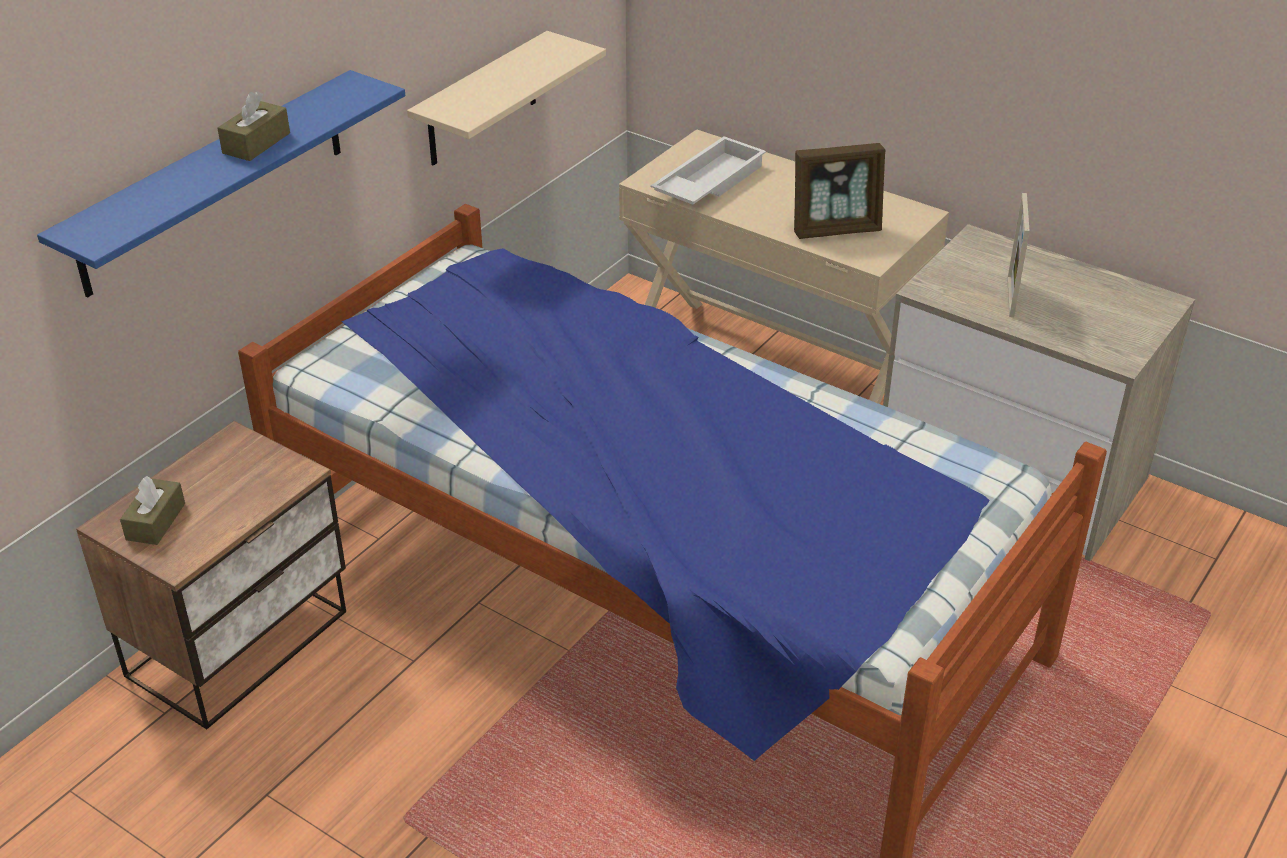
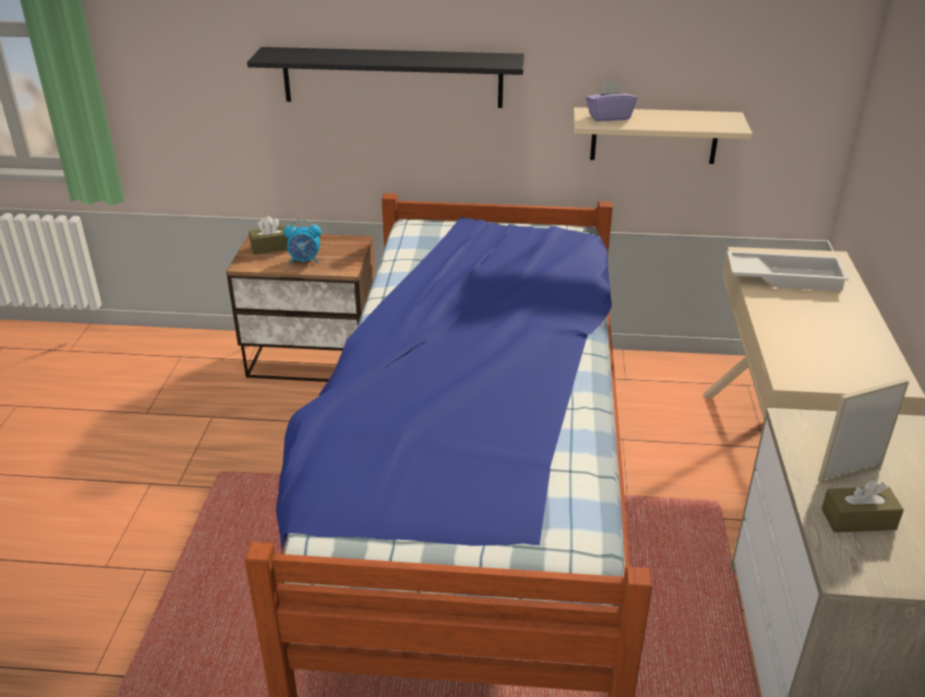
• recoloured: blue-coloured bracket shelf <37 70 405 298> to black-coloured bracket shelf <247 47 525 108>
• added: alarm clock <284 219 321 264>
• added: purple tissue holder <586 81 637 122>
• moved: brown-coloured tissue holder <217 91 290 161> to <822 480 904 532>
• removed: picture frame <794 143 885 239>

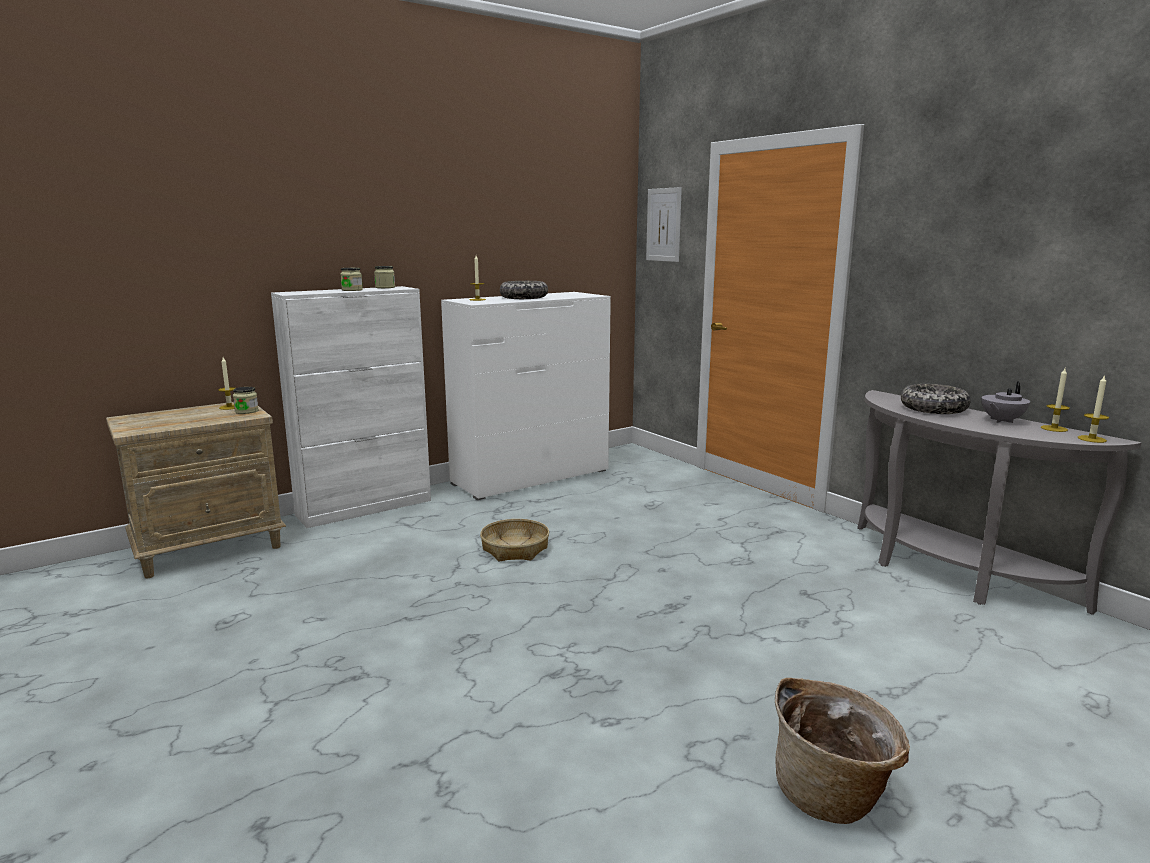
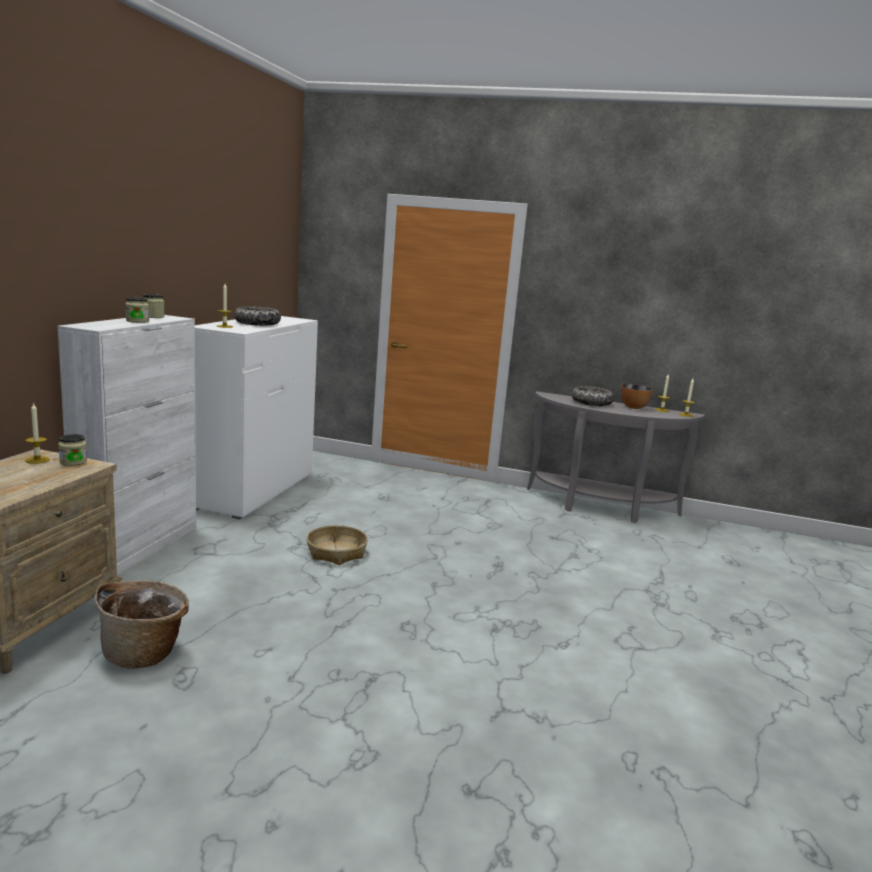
• moved: household basket <775 678 910 824> to <95 580 189 669>
• replaced: grey tea pot <981 382 1030 423> to bowl <621 384 653 409>
• removed: wall art <646 187 682 262>

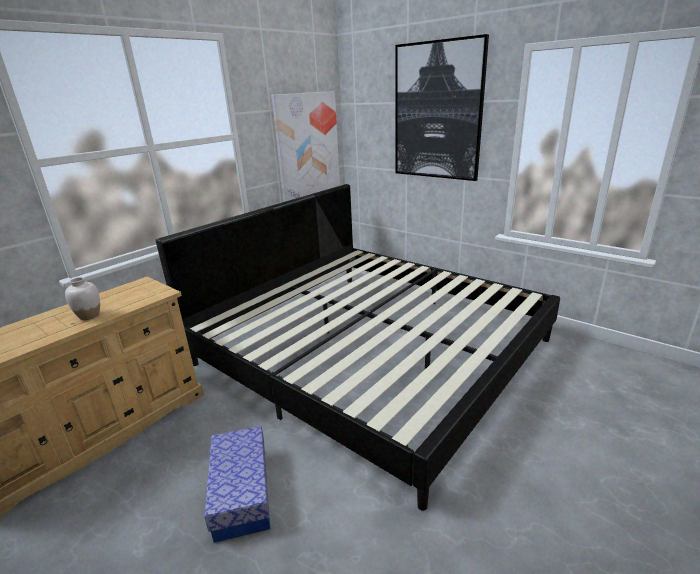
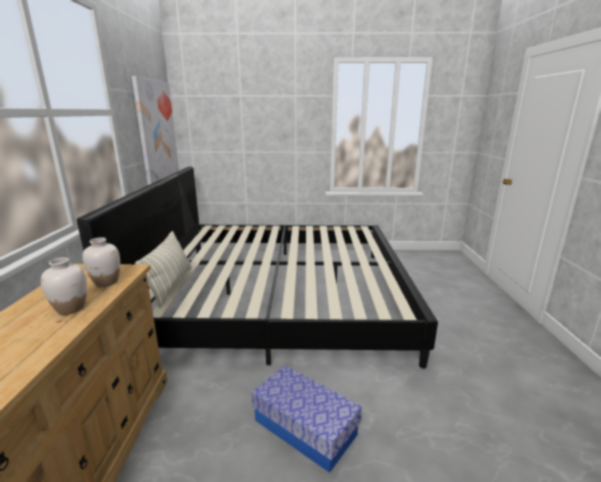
• added: whitish decorative vase <82 237 120 287>
• added: pillow <135 231 192 308>
• removed: wall art <395 34 489 181>

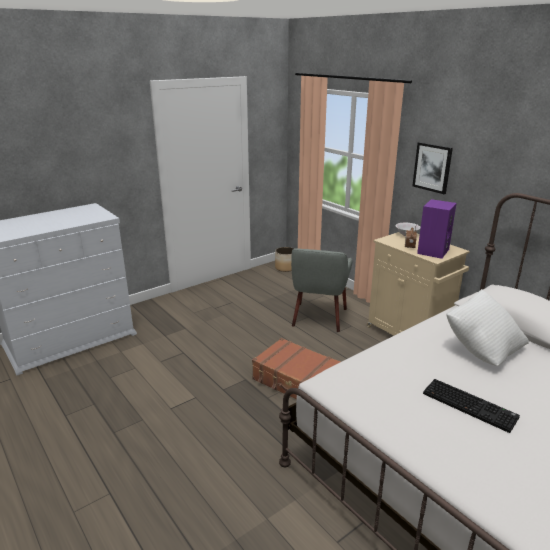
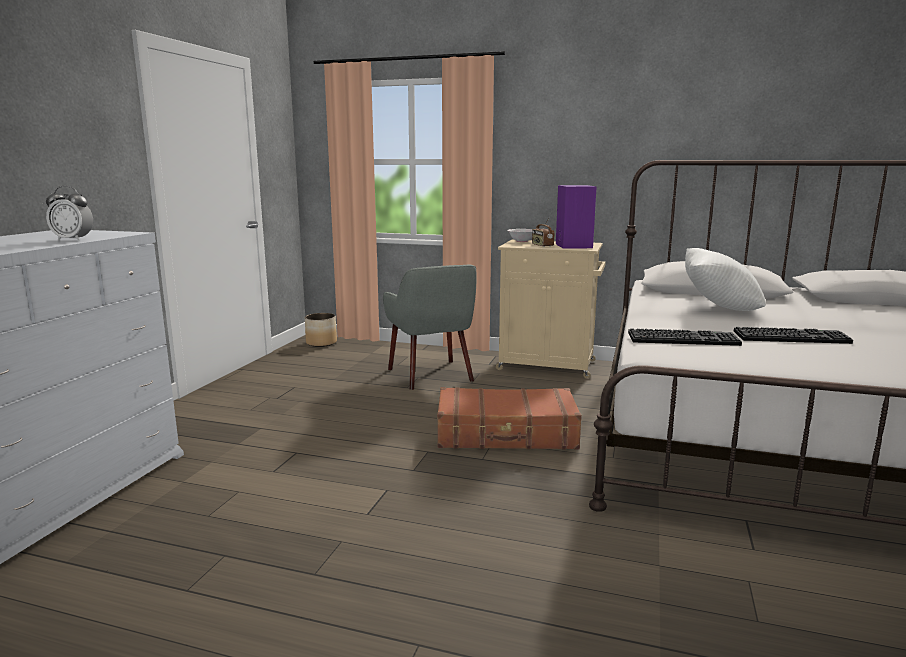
• added: alarm clock <46 186 93 241>
• added: keyboard <628 328 742 346>
• removed: wall art <412 142 453 194>

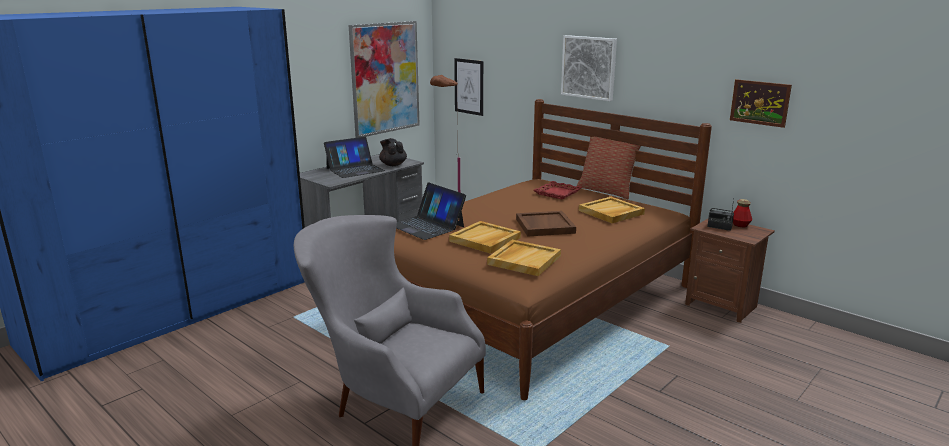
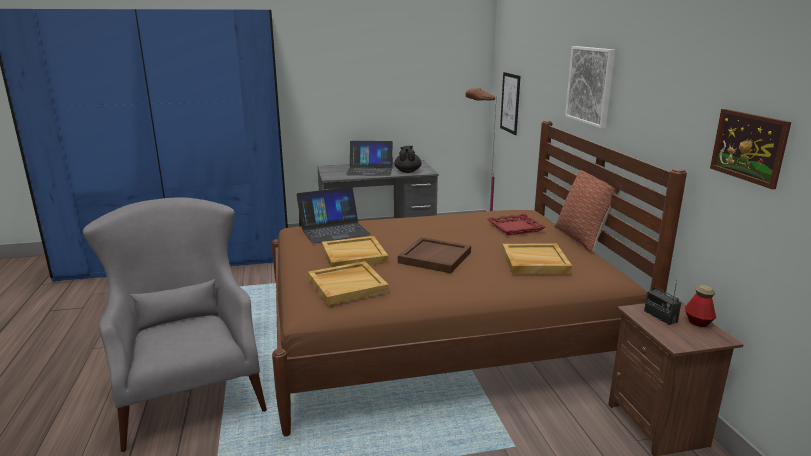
• turned: portable computer <396 182 466 240> = <296 187 371 243> 105 degrees counterclockwise
• removed: wall art <349 21 420 138>

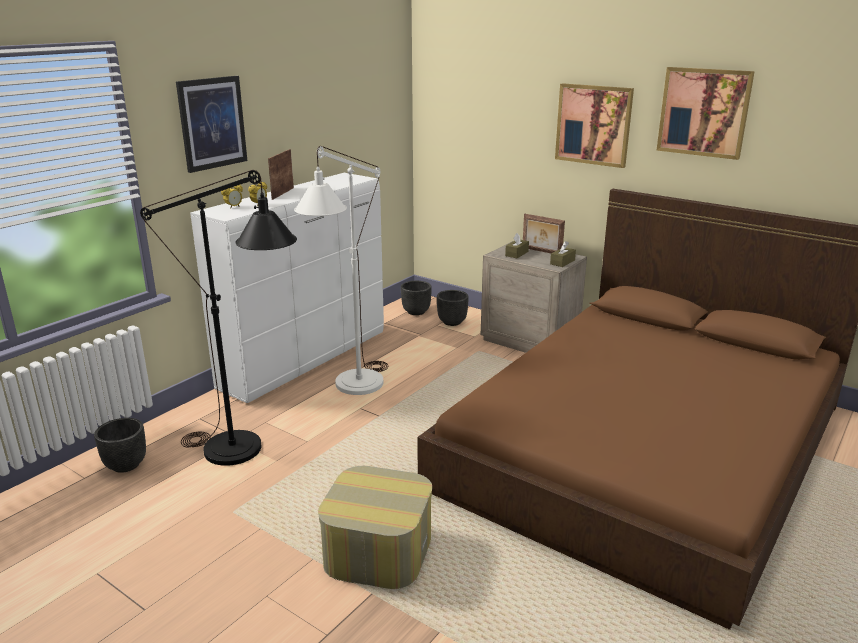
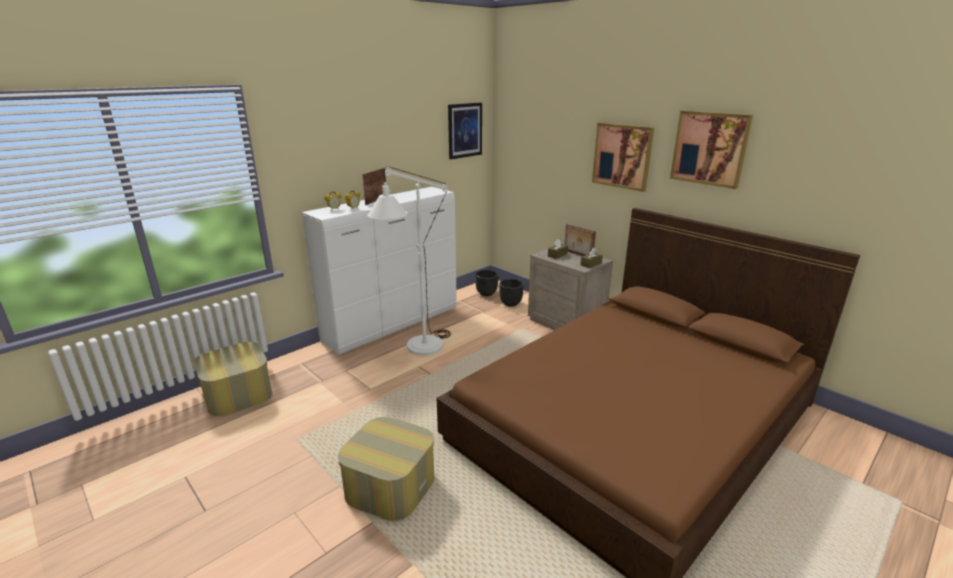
• replaced: black-coloured plant pot <94 418 146 473> to footrest <194 342 273 416>
• moved: wall art <176 76 247 173> to <448 102 482 159>
• removed: black-coloured floor lamp <140 170 297 466>

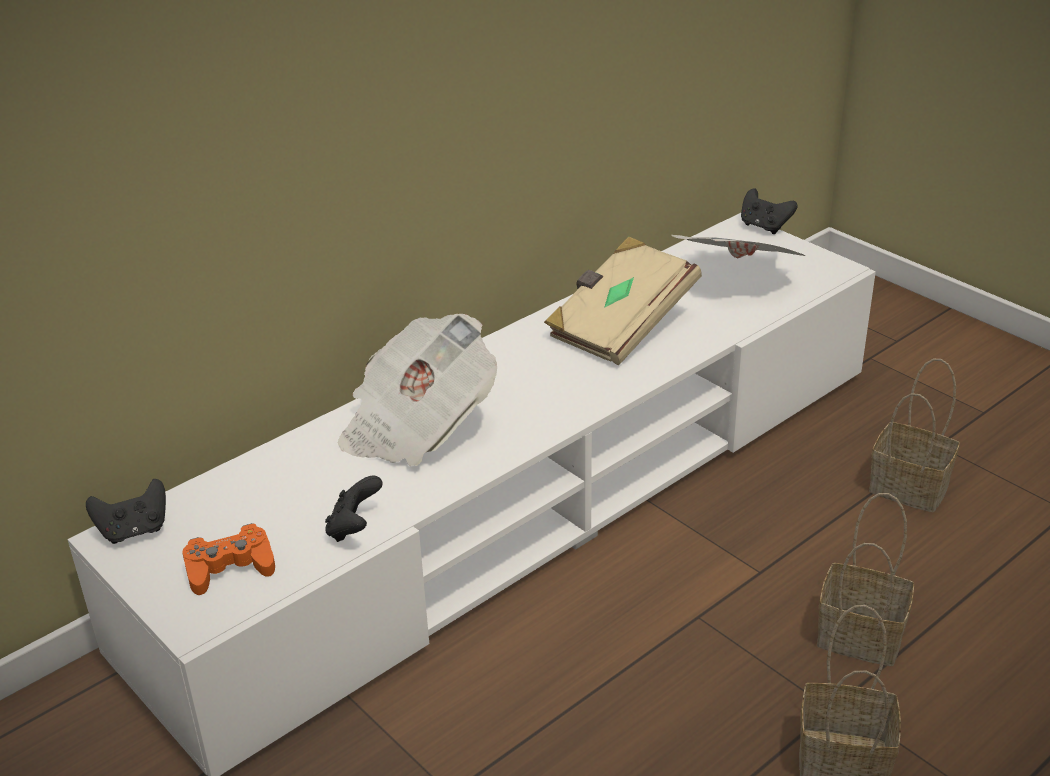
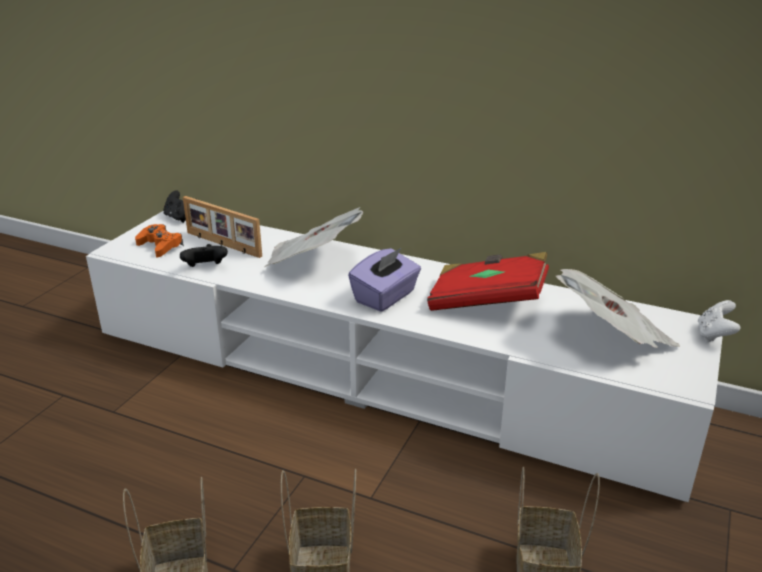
• added: picture frame <183 196 262 258>
• added: purple tissue holder <348 248 421 312>
• recoloured: sand-coloured book <544 237 702 366> to red-coloured book <427 252 549 311>
• recoloured: black-coloured game controller <741 188 798 234> to whitish game controller <698 300 740 342>

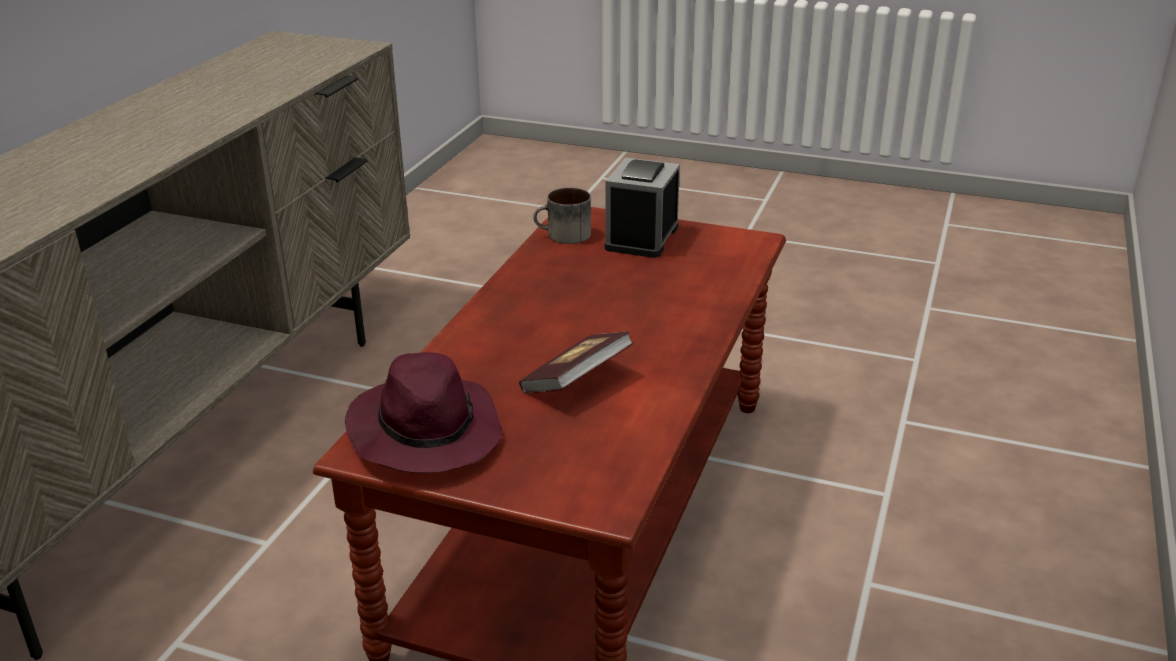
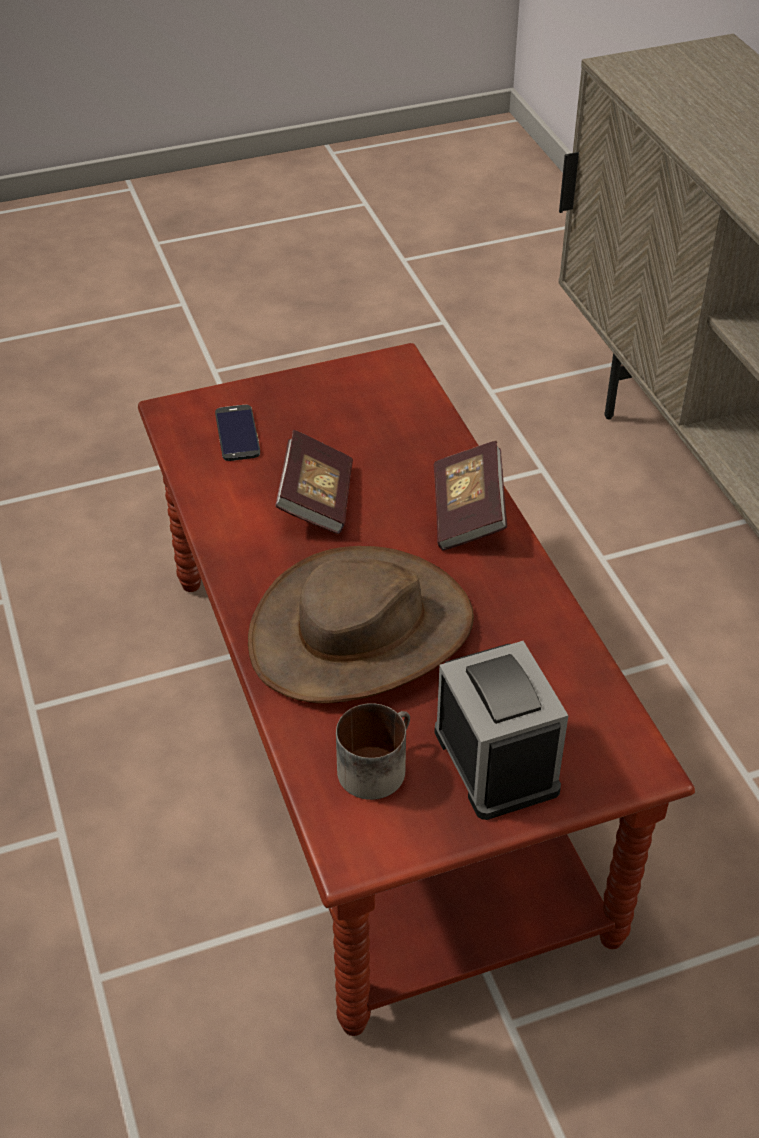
• added: phone <215 405 260 461>
• added: brown-coloured wearable hat <248 546 474 703>
• moved: tea mug <533 188 591 244> to <336 703 410 800>
• added: book <433 441 507 550>
• removed: purple wearable hat <345 352 503 473>

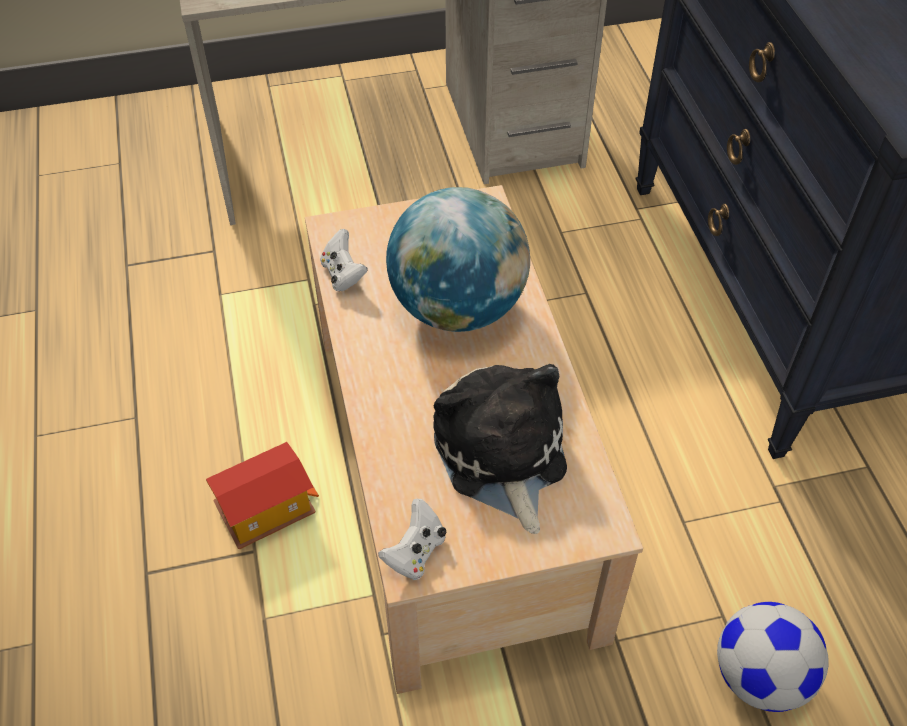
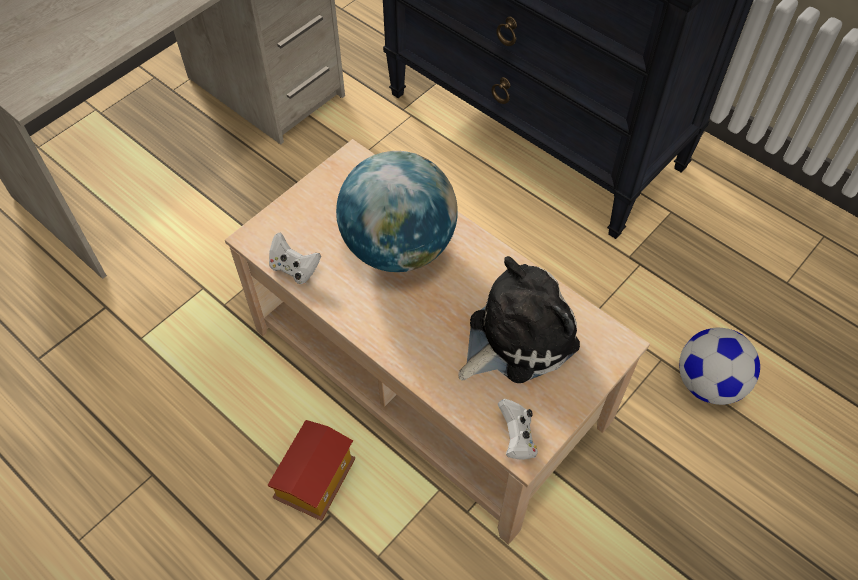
• turned: plush toy <433 364 567 534> = <458 256 580 383> 105 degrees clockwise

